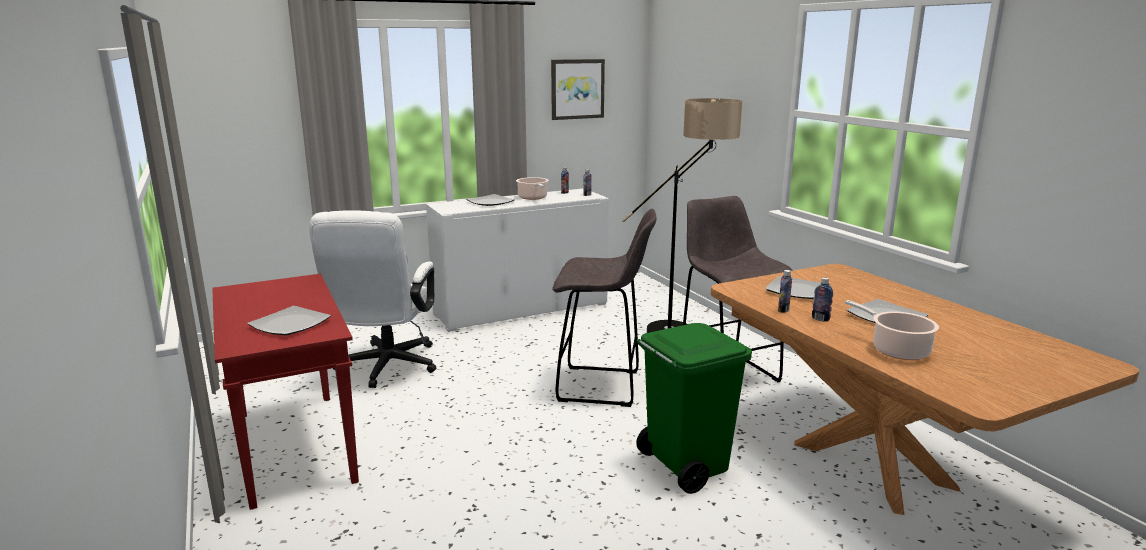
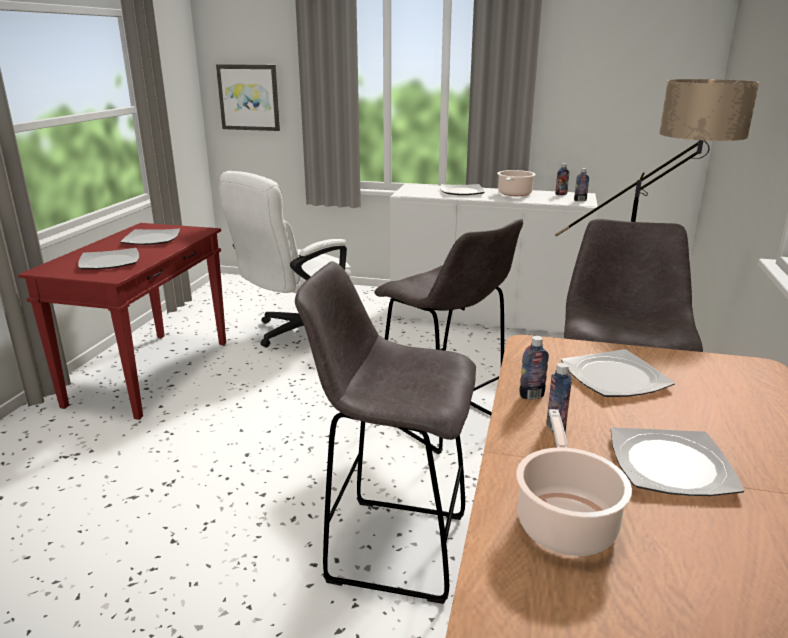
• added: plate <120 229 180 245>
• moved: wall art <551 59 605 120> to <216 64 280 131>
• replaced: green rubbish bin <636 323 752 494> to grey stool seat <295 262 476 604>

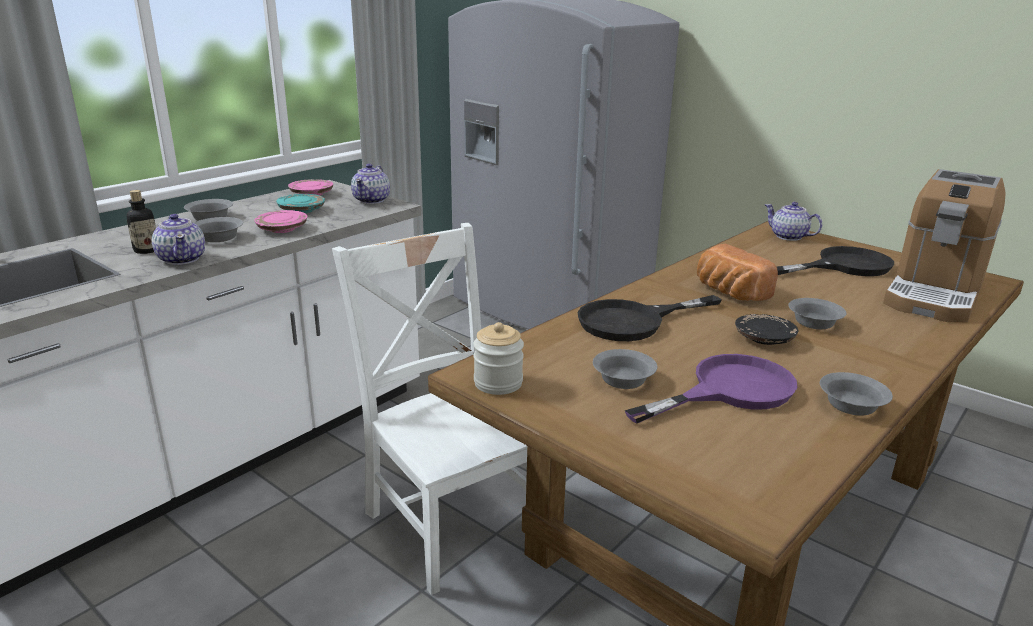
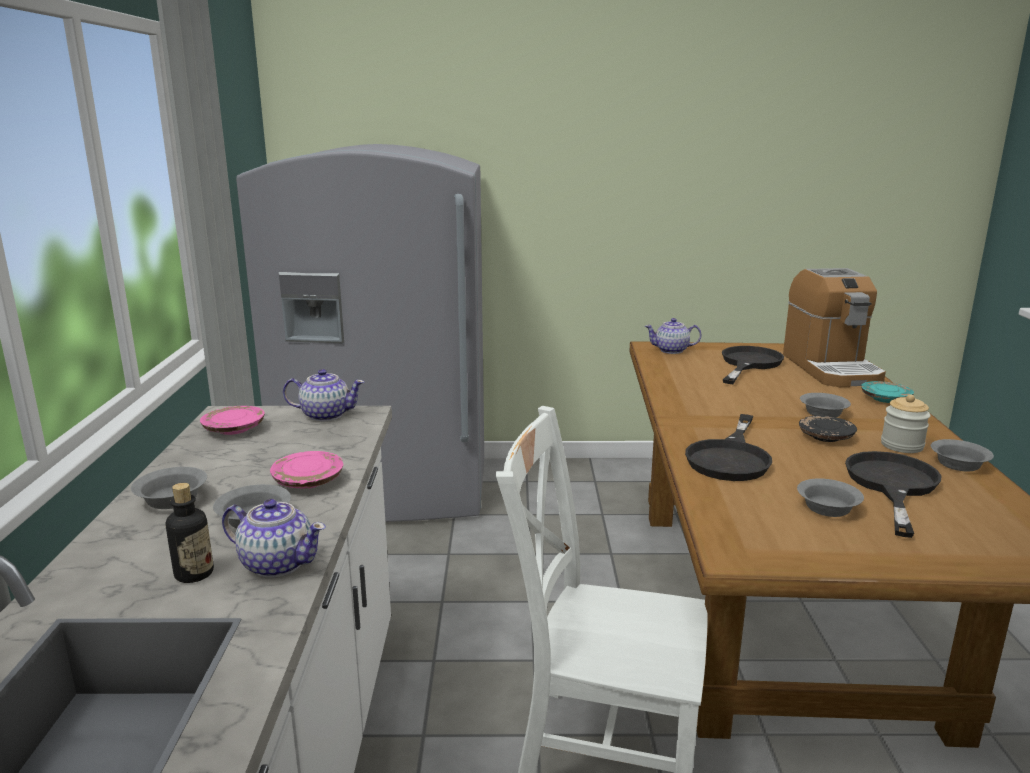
• turned: tea pot <351 163 390 204> = <283 369 365 422> 60 degrees counterclockwise
• recoloured: purple pan <625 354 798 424> to black-coloured pan <845 451 941 538>
• moved: turquoise-coloured plate <276 194 325 213> to <861 381 914 403>
• moved: storage jar <473 322 524 395> to <881 394 931 453>
• removed: bakery bread <697 244 778 301>

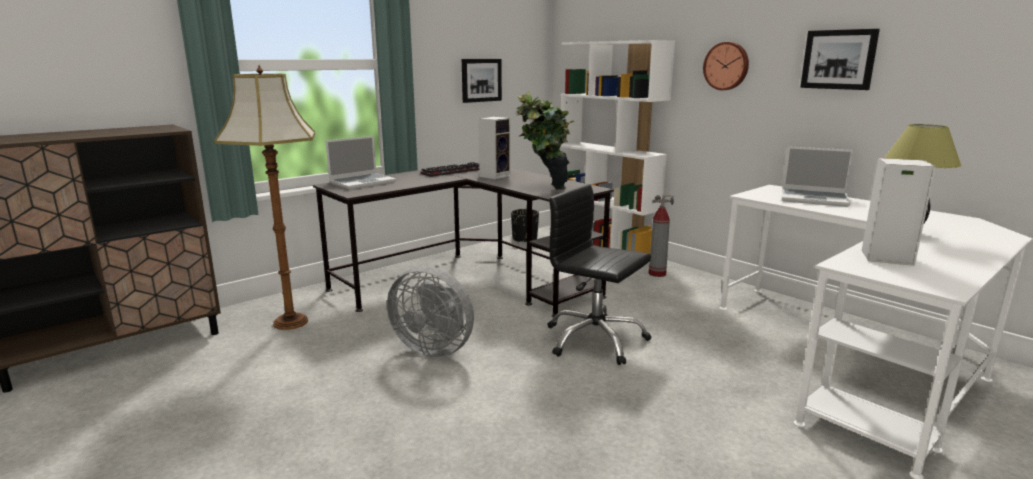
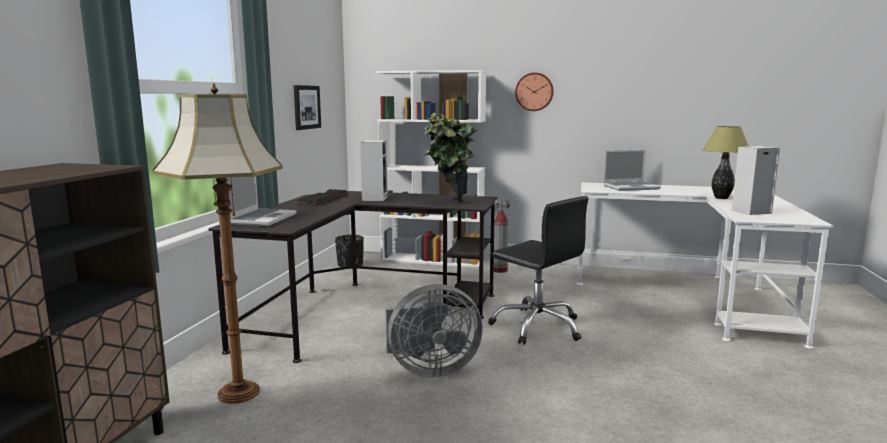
• turned: black-coloured office chair <548 184 651 365> = <488 196 589 345> 135 degrees counterclockwise
• removed: wall art <800 29 880 90>

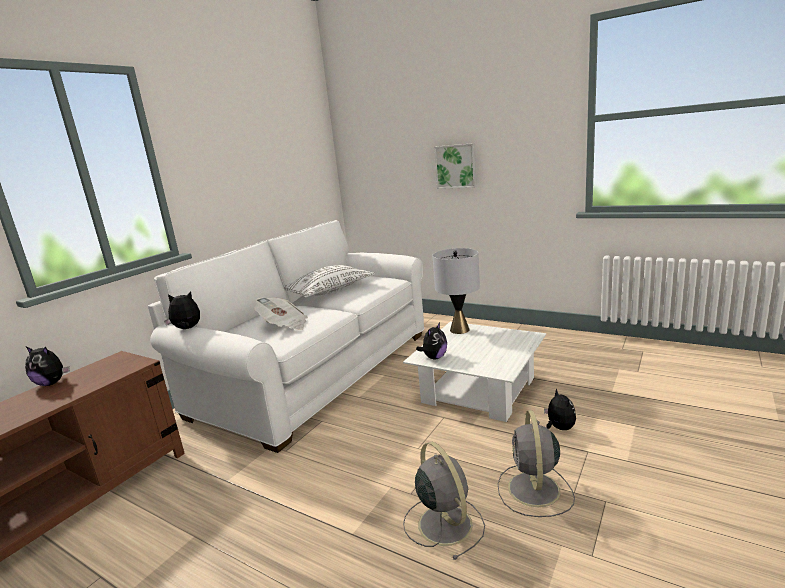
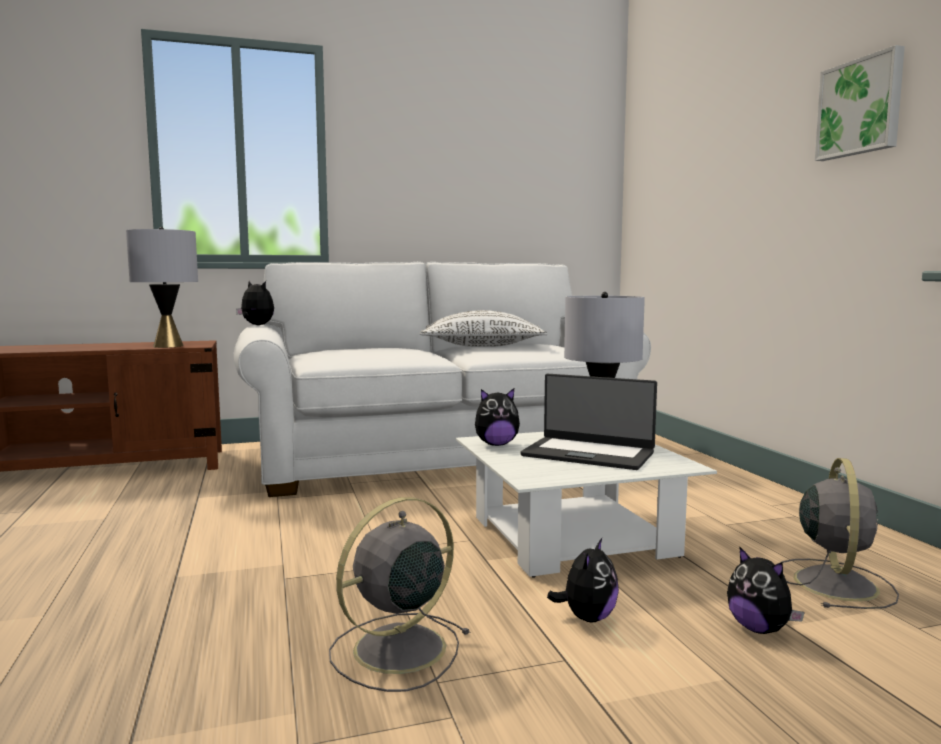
• added: grey table lamp <126 227 198 348>
• added: portable computer <521 374 657 470>
• moved: plush toy <25 347 70 386> to <727 546 805 634>
• moved: grey cooling fan <403 442 485 560> to <780 458 899 609>
• moved: wall art <434 143 477 189> to <815 45 905 161>
• removed: printed paper <255 298 308 330>

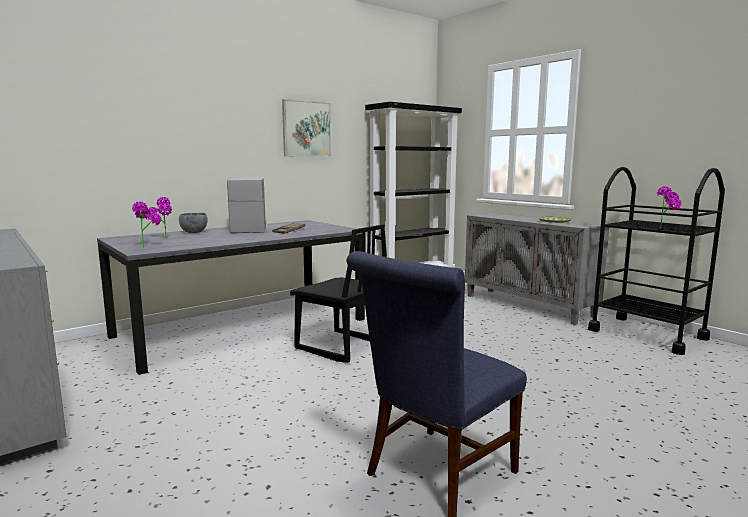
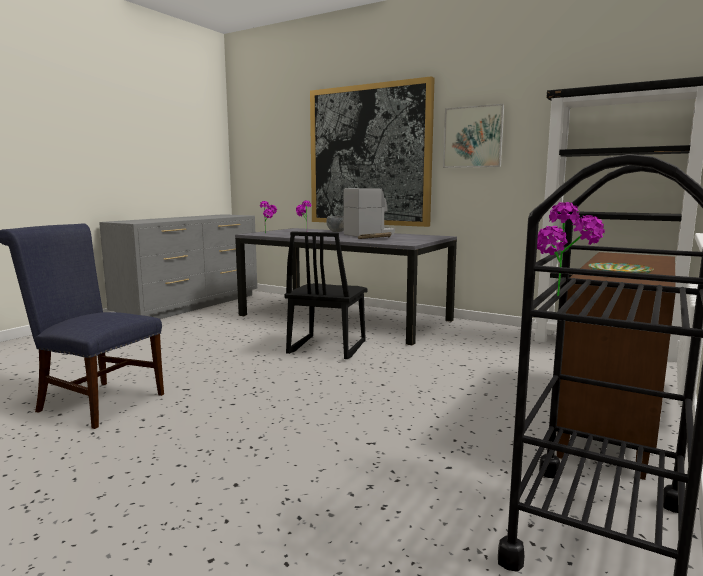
• added: wall art <310 76 435 227>
• recoloured: grey storage cabinet <465 213 609 325> to brown-coloured storage cabinet <557 252 676 480>

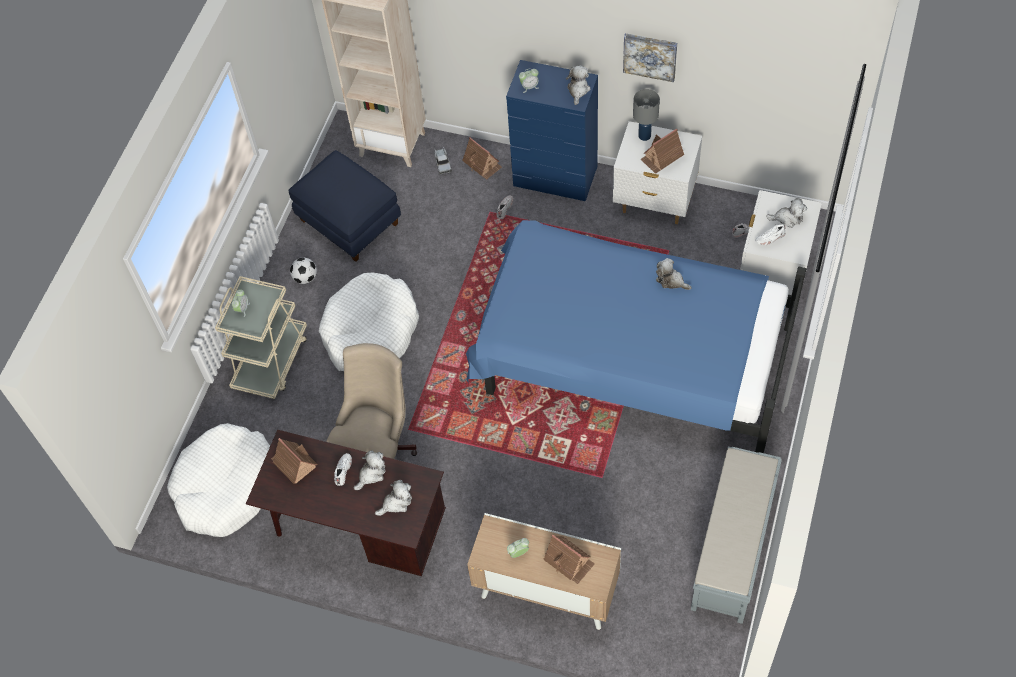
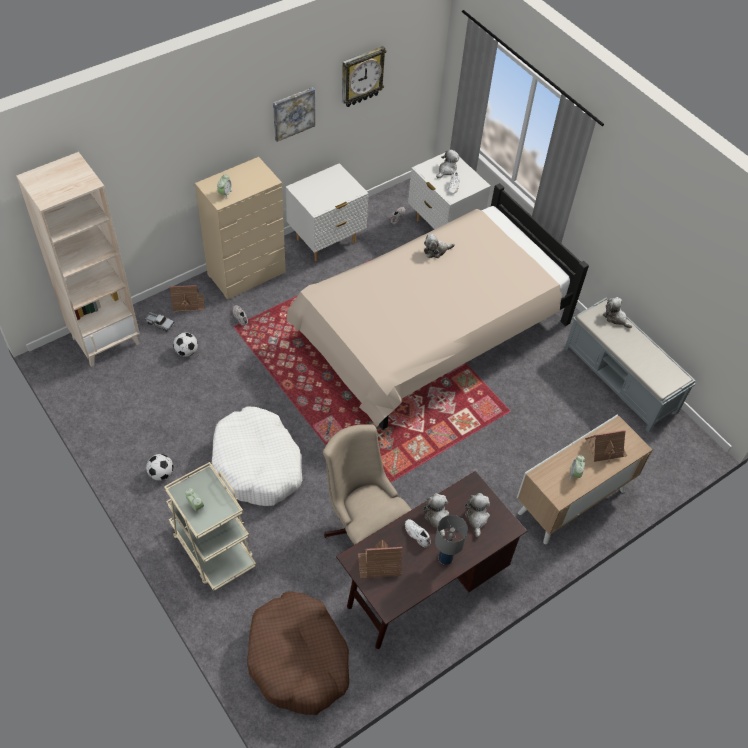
• added: football ball <173 332 198 357>
• recoloured: blue-coloured dresser <506 60 598 201> to sand-coloured dresser <195 157 286 299>
• recoloured: whitish dog cushion <167 423 270 537> to brown-coloured dog cushion <247 591 349 715>
• recoloured: blue-coloured bedroom bed <466 220 806 453> to sand-coloured bedroom bed <287 183 589 430>
• added: hanging clock <342 46 386 107>
• moved: grey table lamp <633 89 660 141> to <435 515 468 565>
• moved: plush toy <566 65 591 105> to <603 297 632 328>
• removed: blue-coloured footrest <288 150 401 262>
• removed: model house <640 128 684 174>

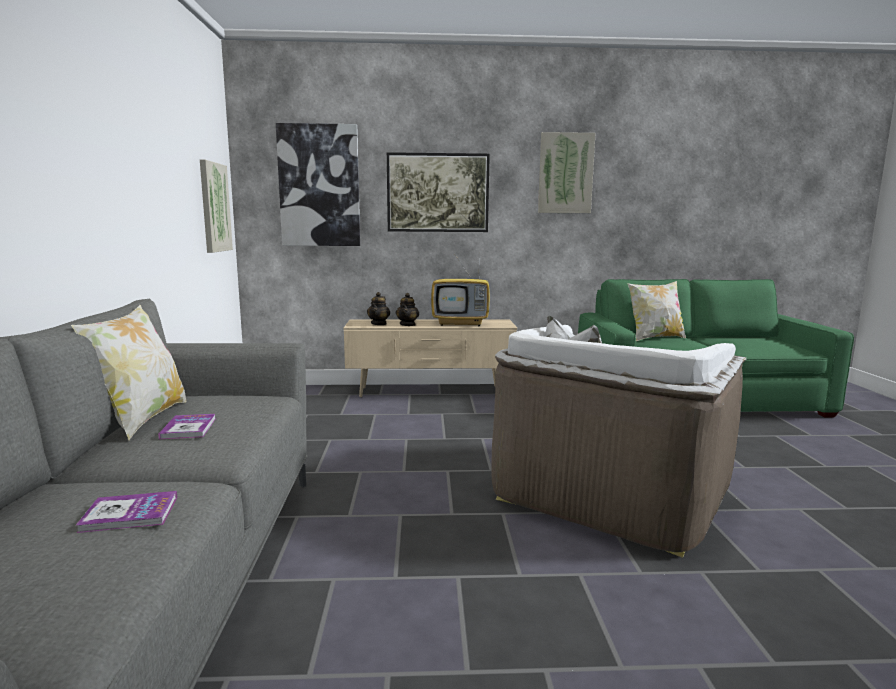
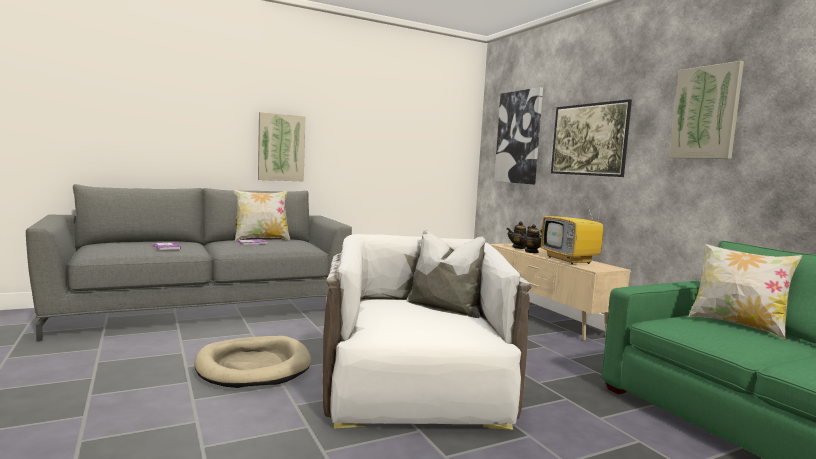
• added: sand-coloured dog cushion <194 336 311 388>
• moved: wall art <200 160 233 253> to <258 112 305 182>
• turned: whitish lounge chair <491 315 746 558> = <323 229 532 430> 75 degrees clockwise

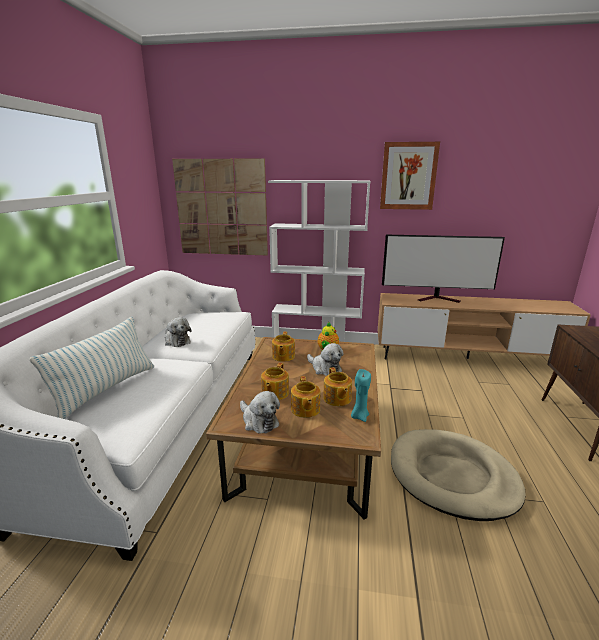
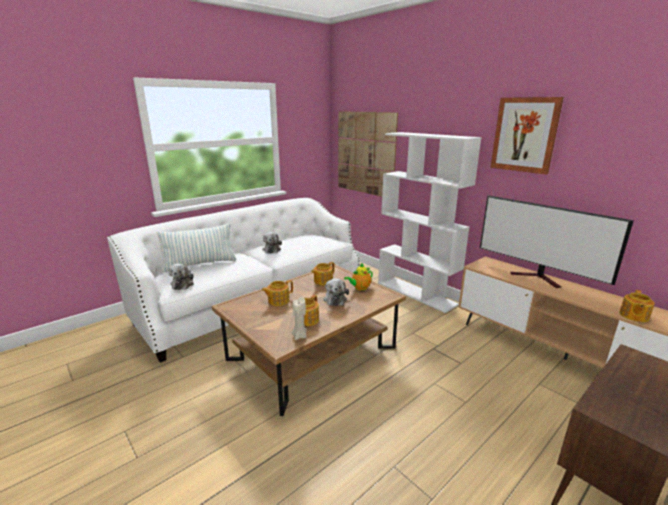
• moved: plush toy <240 391 280 434> to <168 263 194 290>
• recoloured: turquoise-coloured candle <351 369 371 422> to sand-coloured candle <292 297 307 340>
• moved: tea pot <291 376 320 418> to <619 290 655 322>
• removed: sand-coloured dog cushion <391 429 525 521>

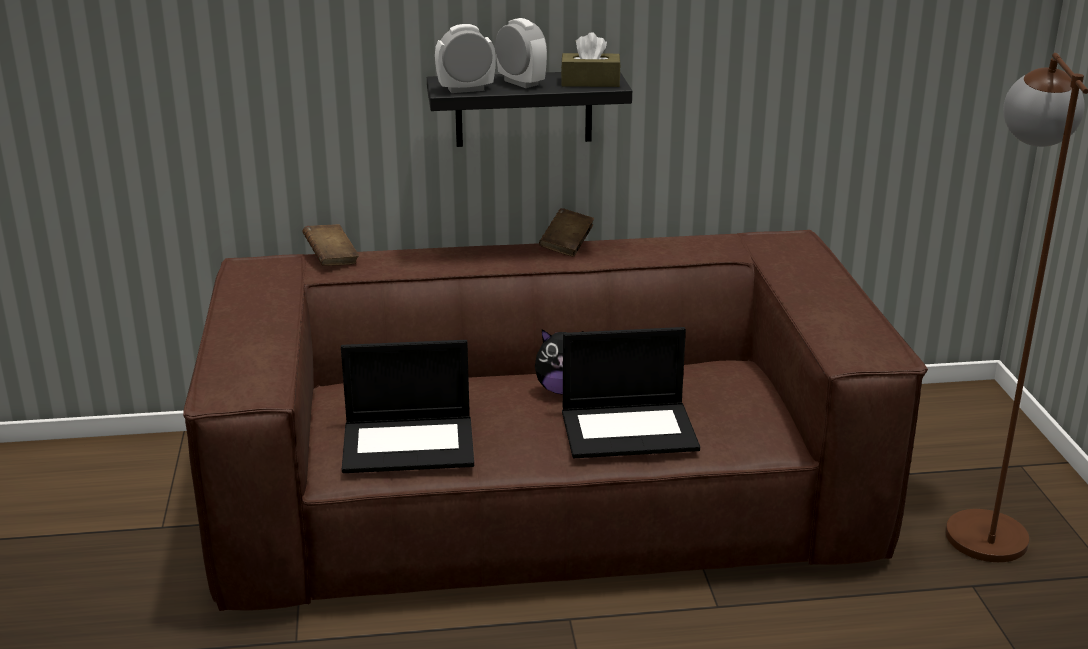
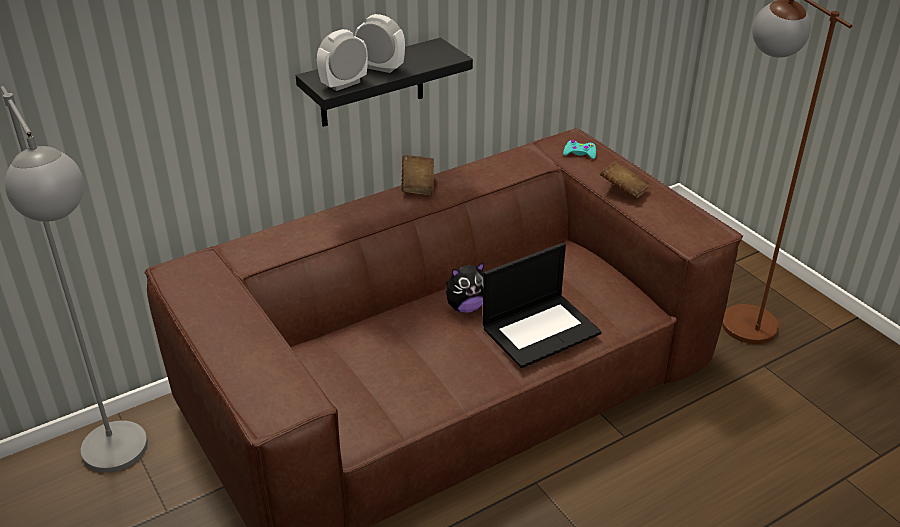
• added: grey floor lamp <0 86 148 473>
• added: turquoise-coloured game controller <563 140 596 159>
• moved: brown-coloured book <302 224 359 266> to <600 161 651 199>
• removed: portable computer <341 340 474 473>
• removed: brown-coloured tissue holder <561 32 621 87>

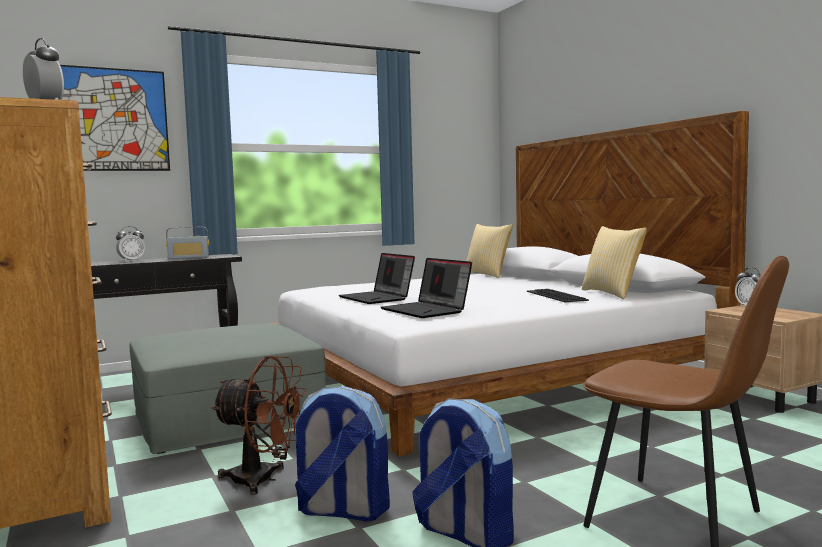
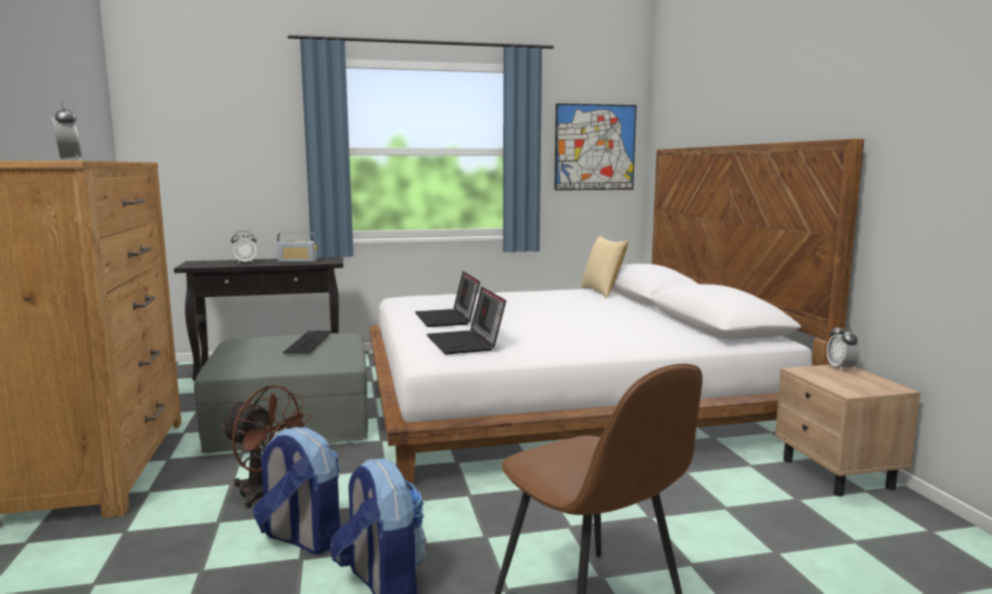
• moved: keyboard <527 289 589 302> to <283 331 332 354>
• moved: wall art <60 65 170 171> to <554 103 636 190>
• removed: pillow <582 226 647 299>

